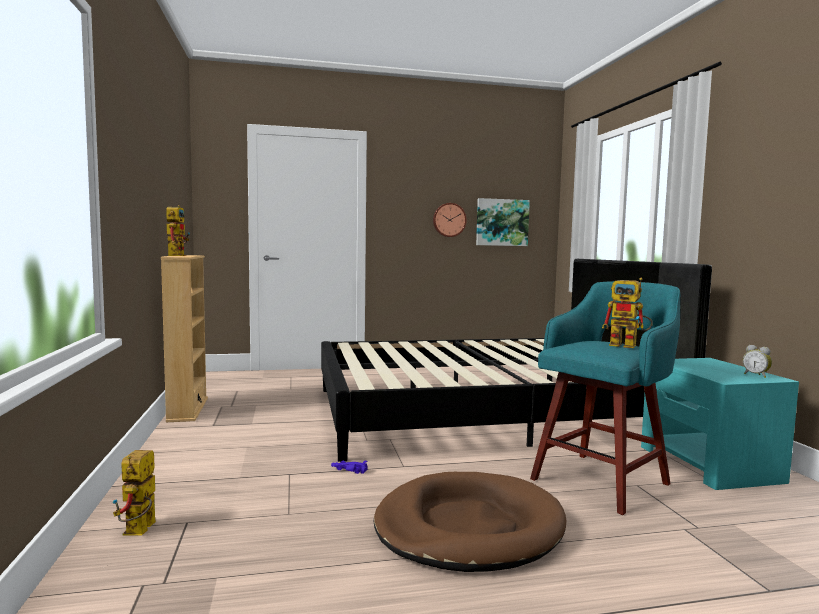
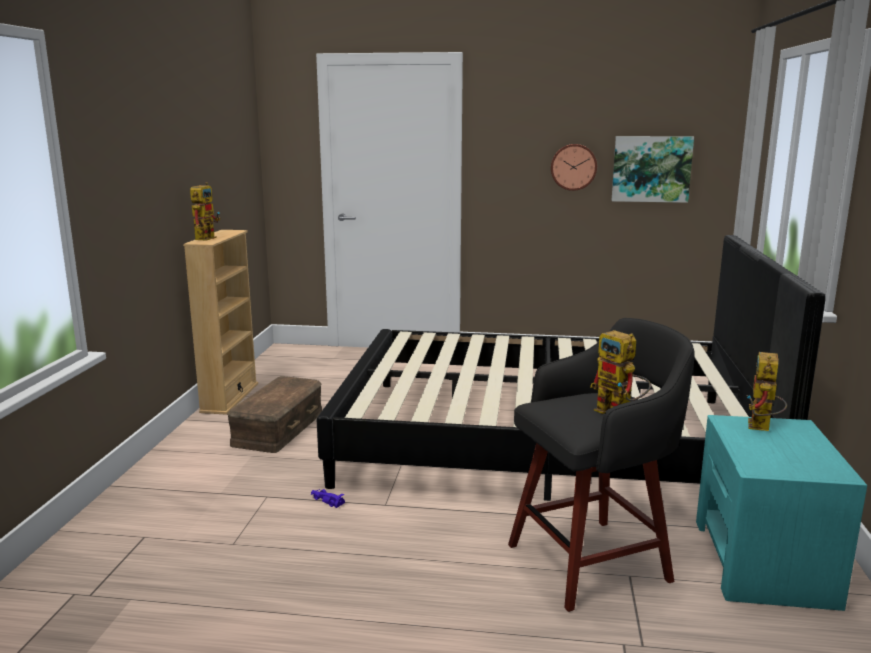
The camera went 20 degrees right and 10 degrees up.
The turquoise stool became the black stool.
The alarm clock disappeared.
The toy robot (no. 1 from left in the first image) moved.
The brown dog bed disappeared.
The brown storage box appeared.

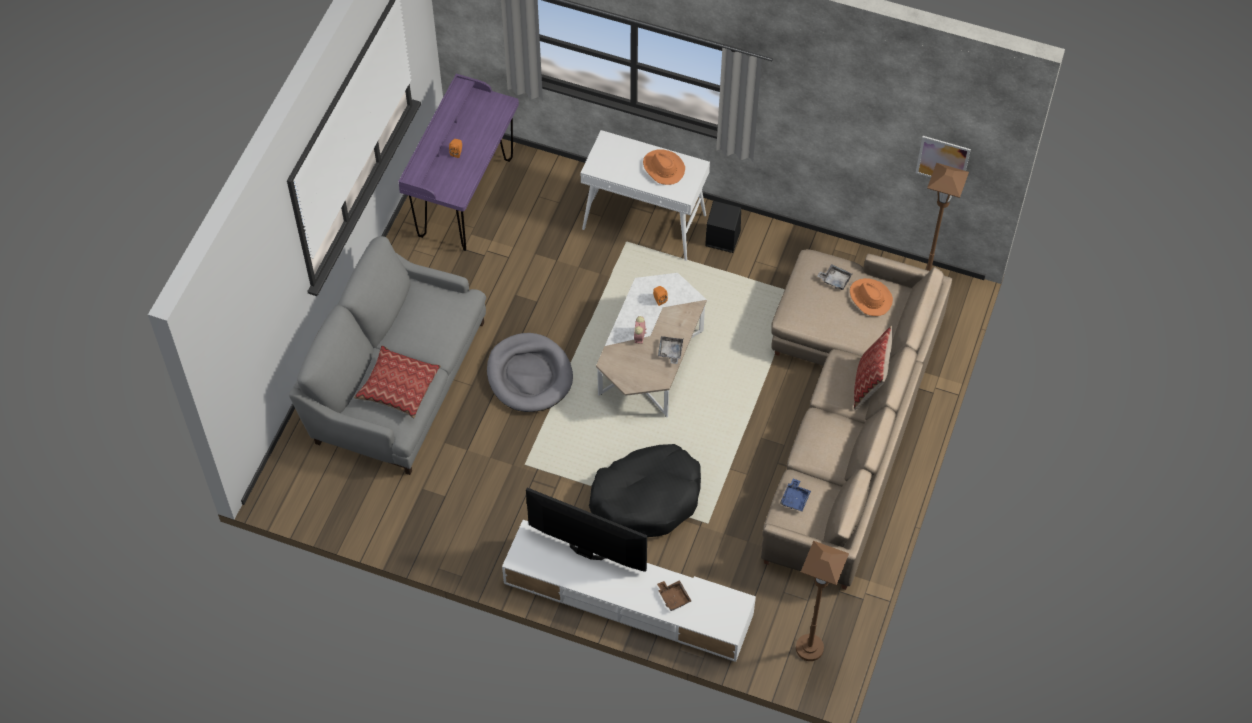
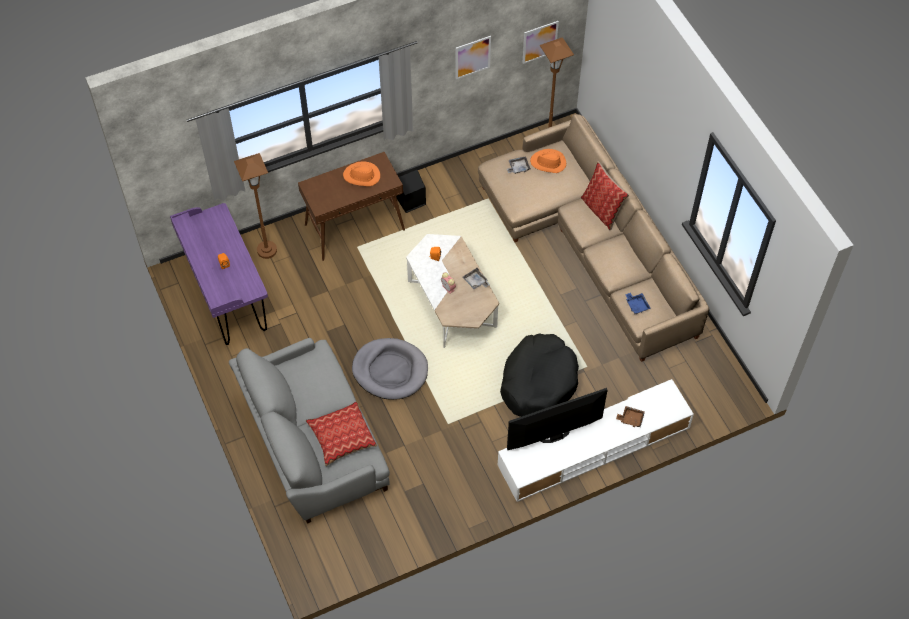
The camera went 45 degrees left and 0 degrees up.
The white console table became the brown console table.
The brown floor lamp (no. 1 from left) moved.
The picture (no. 1 from left) appeared.

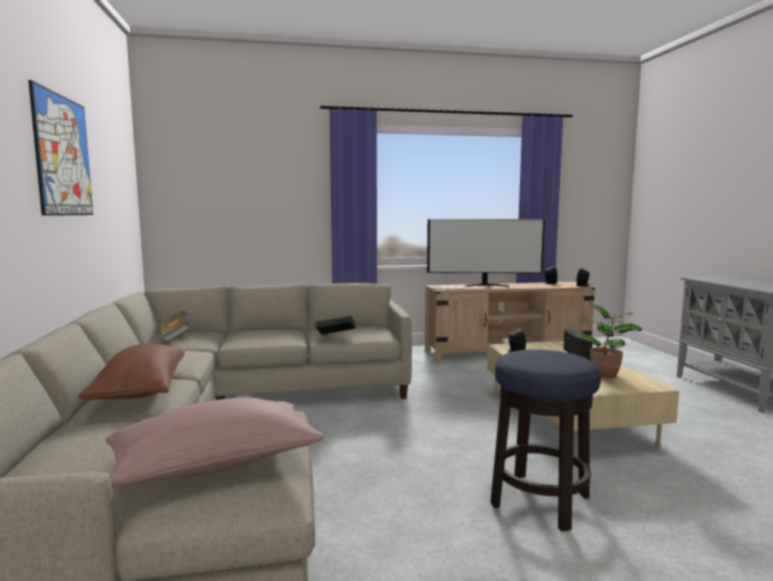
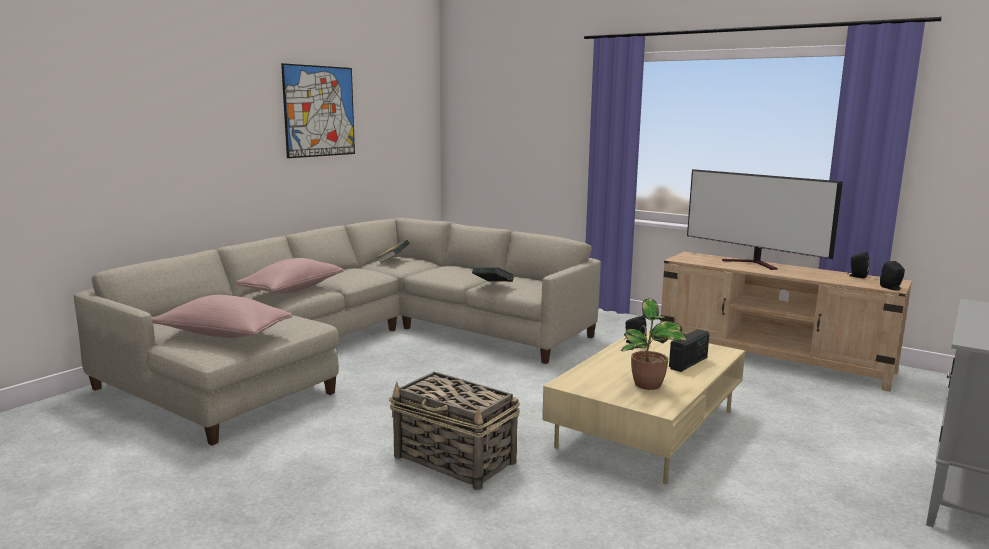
The camera went 45 degrees right and 5 degrees up.
The brown pillow became the pink pillow (no. 2 from left).
The stool was replaced by the basket.

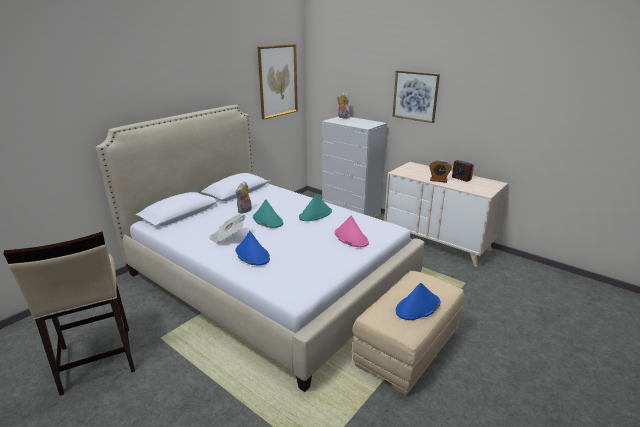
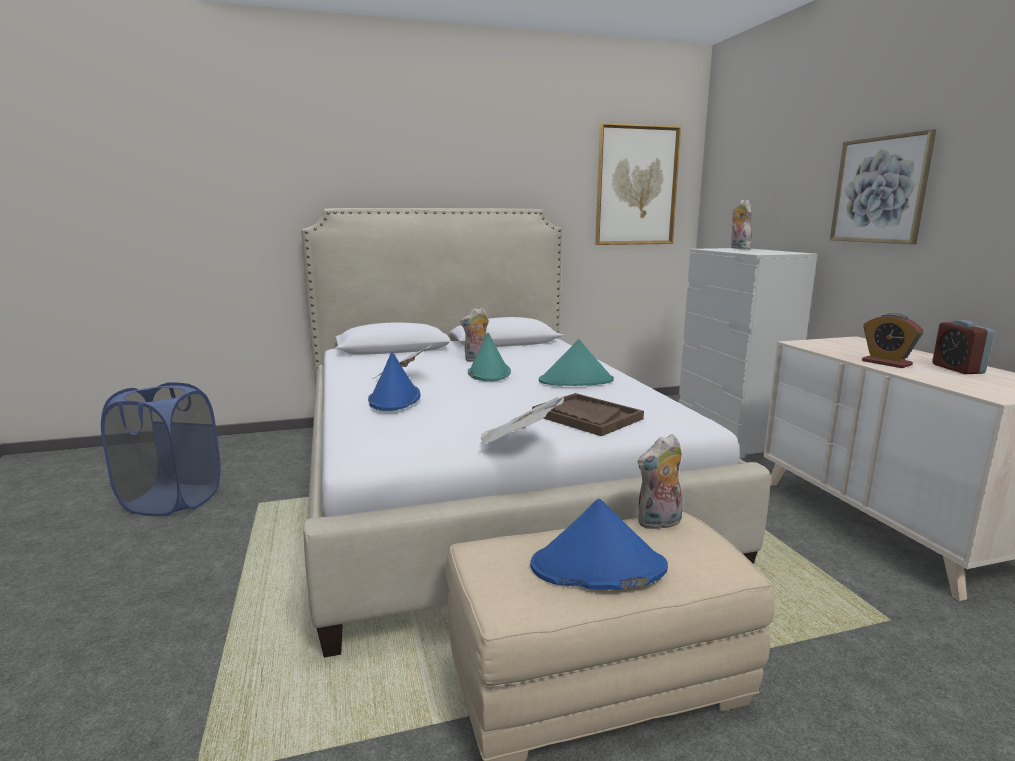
The camera went 35 degrees right and 10 degrees down.
The pink hat was replaced by the brown tray.
The beige stool was replaced by the blue laundry basket.
The newspaper (no. 2 from left) appeared.
The plush toy (no. 2 from left) appeared.

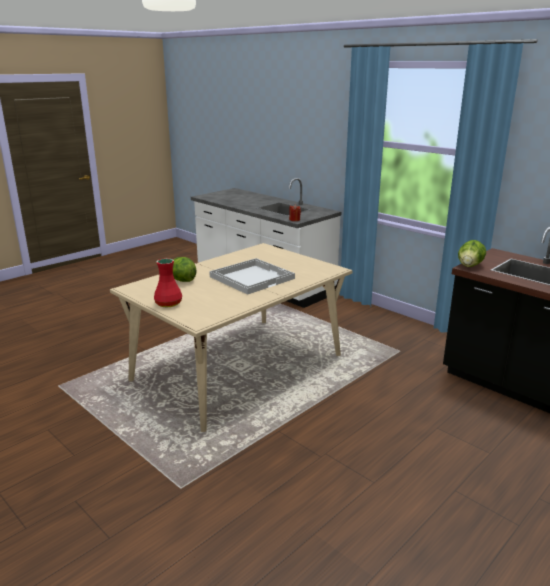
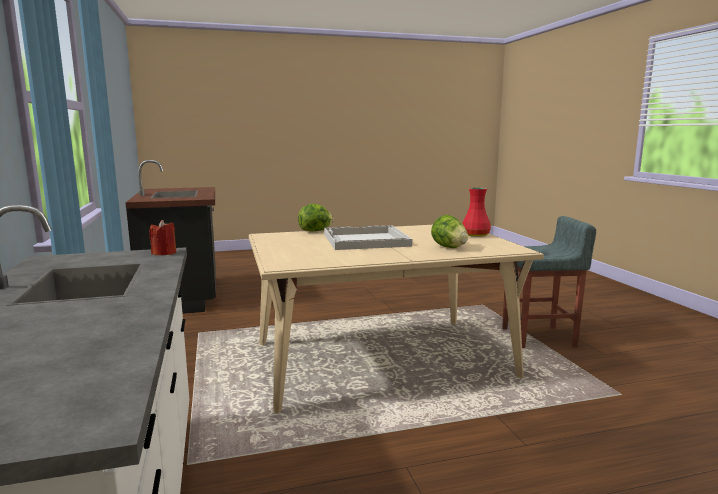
The camera went 150 degrees left and 10 degrees down.
The lettuce (no. 2 from left in the first image) moved.
The grey stool appeared.

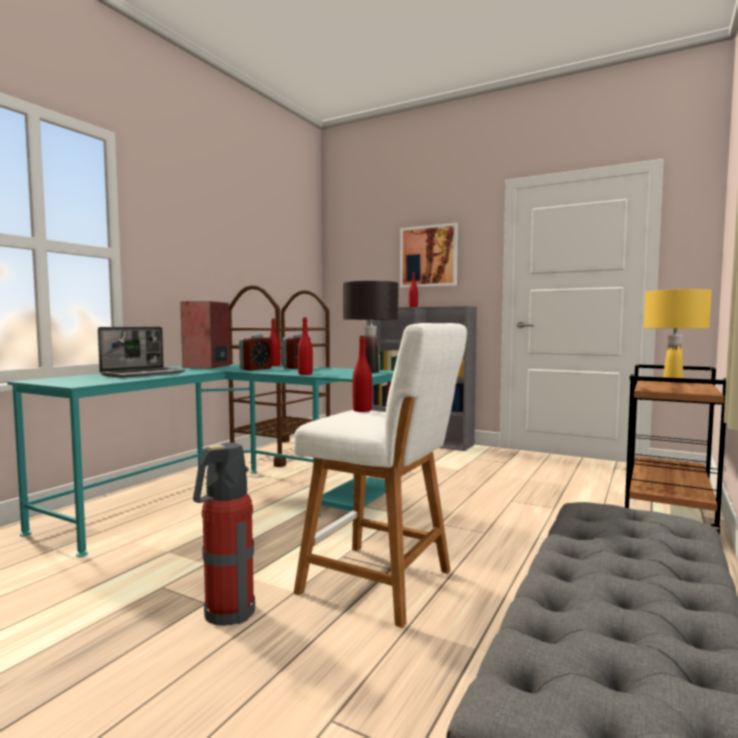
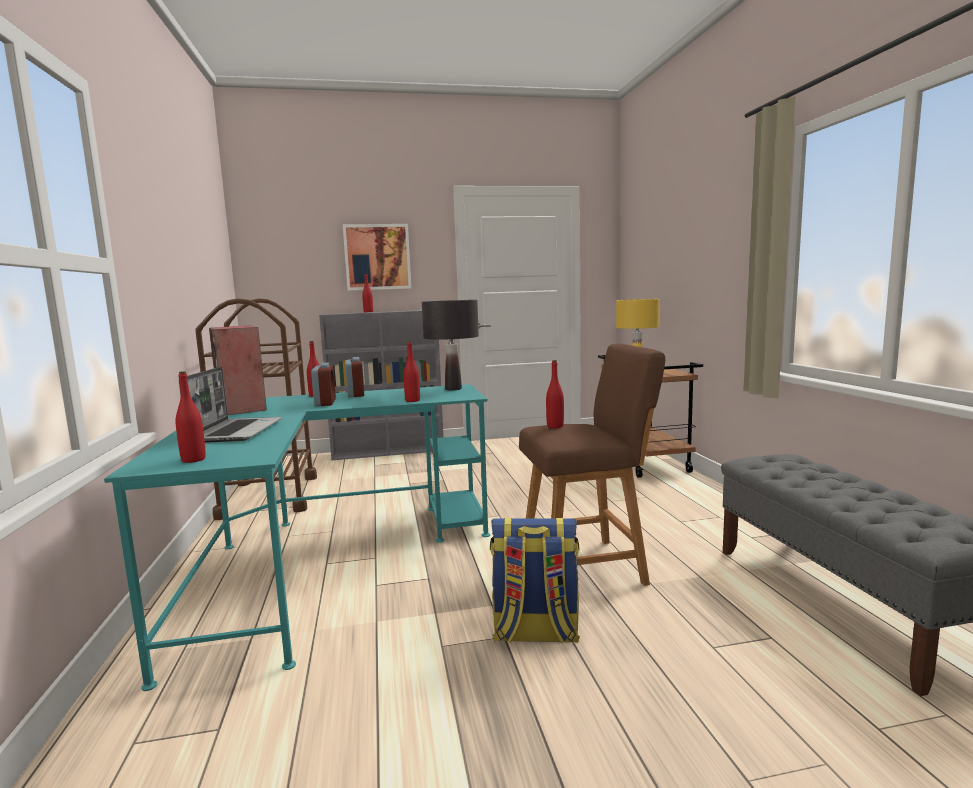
The camera went 40 degrees left and 5 degrees up.
The white stool became the brown stool.
The fire extinguisher was replaced by the backpack.
The red bottle (no. 1 from left) appeared.

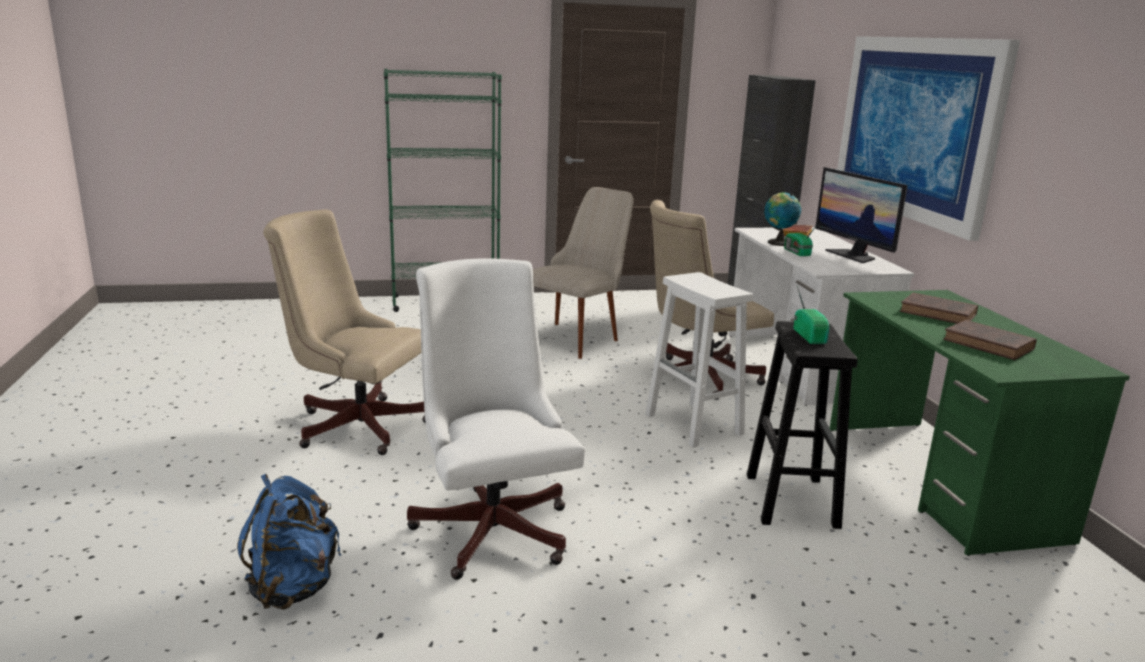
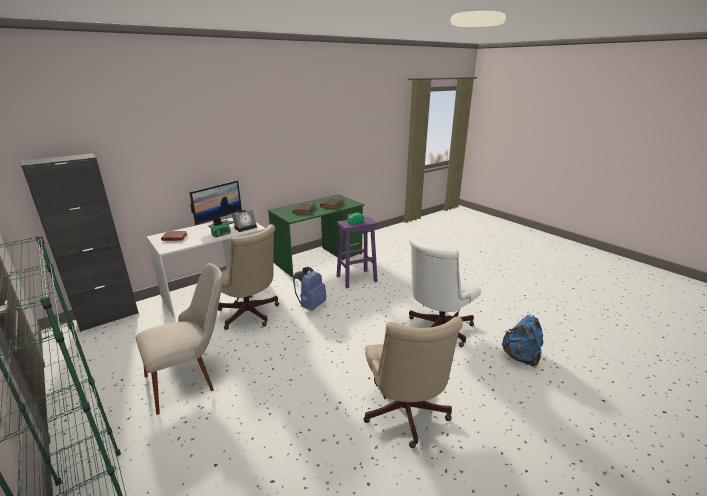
The camera went 115 degrees left and 5 degrees up.
The picture disappeared.
The beige chair turned 135 degrees clockwise.
The globe disappeared.
The white stool was replaced by the blue backpack (no. 1 from left).
The black stool became the purple stool.
The alarm clock appeared.

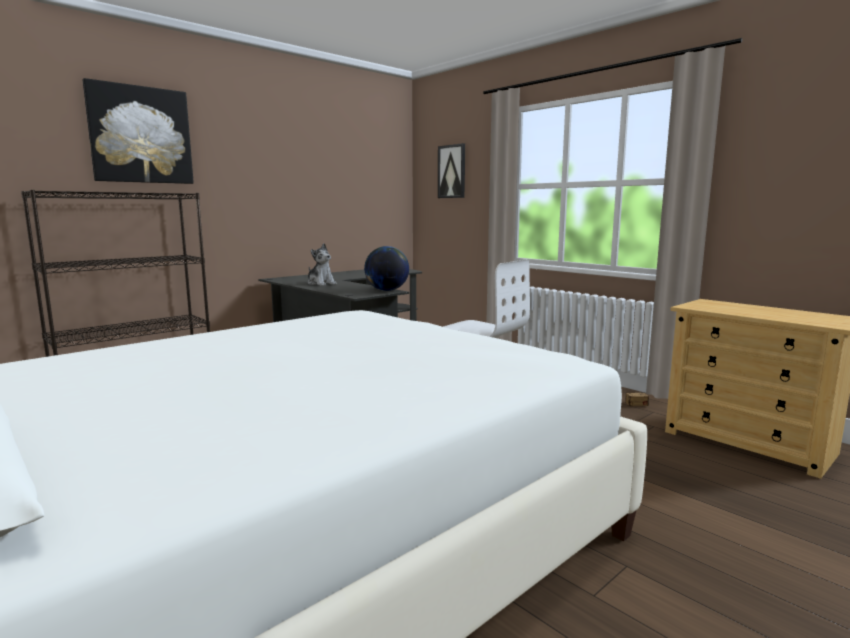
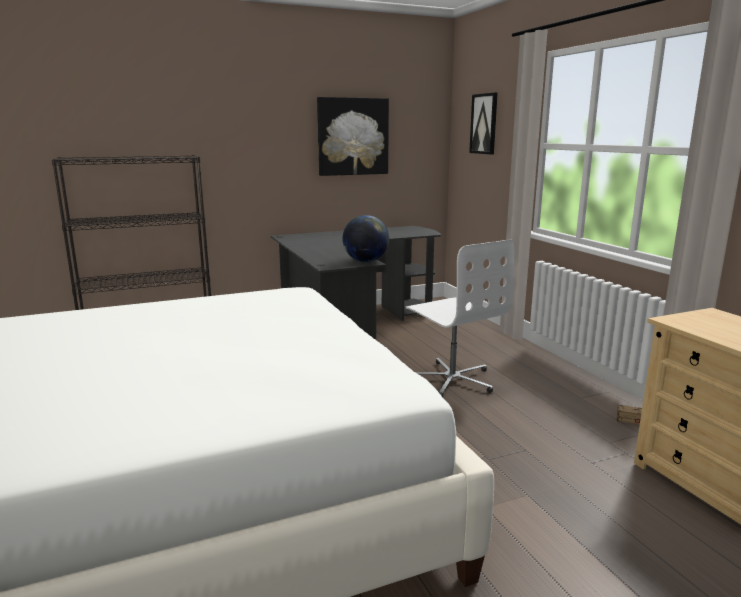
The camera went 20 degrees right and 5 degrees up.
The picture (no. 1 from left) moved.
The plush toy disappeared.

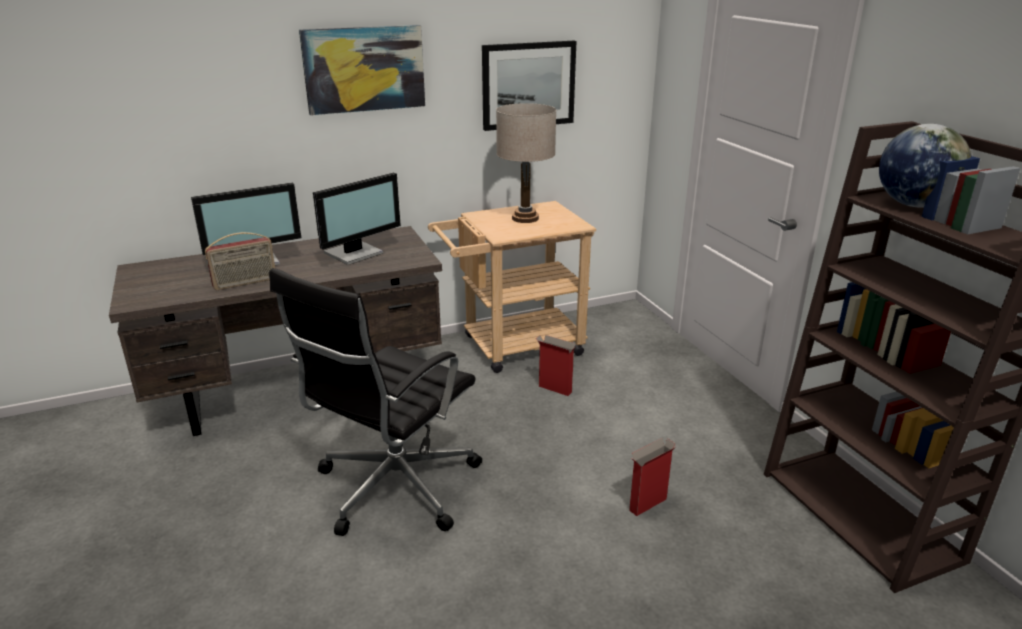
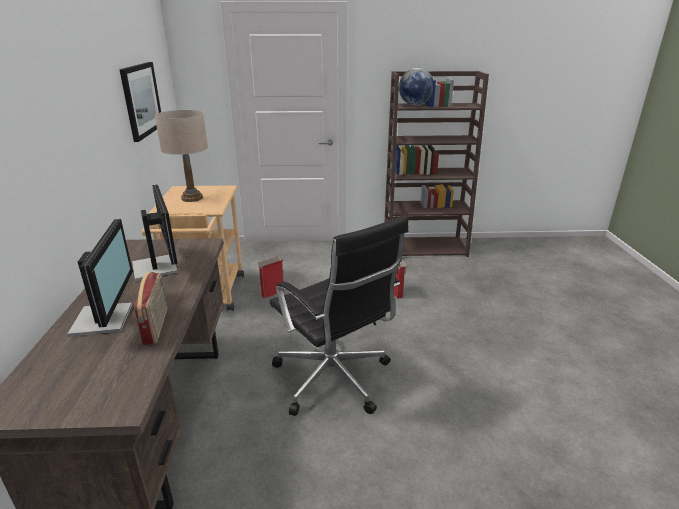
The camera went 70 degrees left and 0 degrees up.
The picture (no. 1 from left) disappeared.

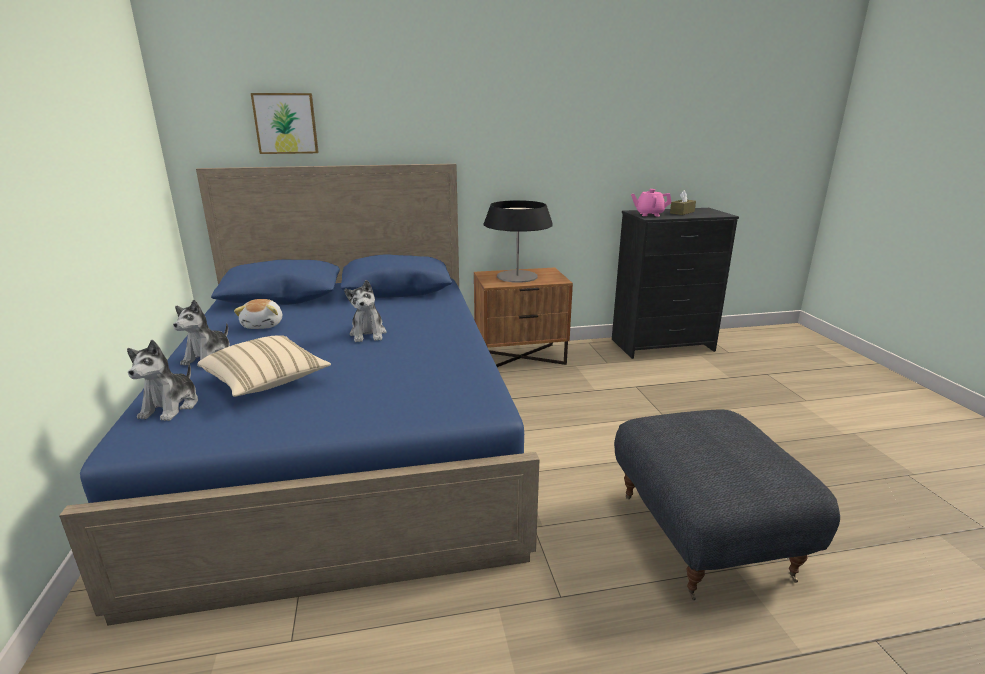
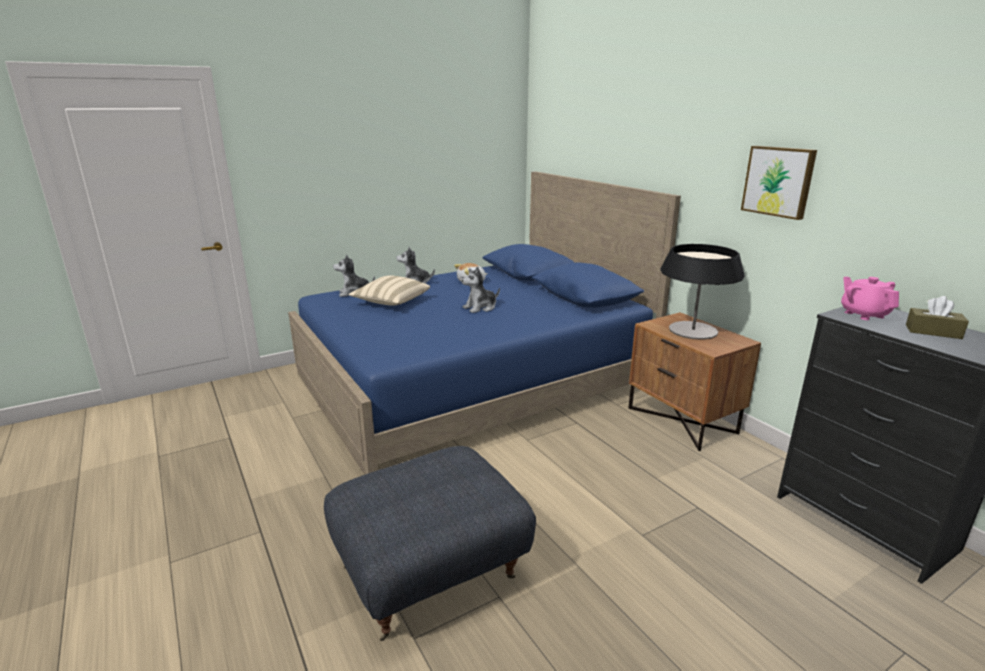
The camera went 70 degrees right and 0 degrees up.
The picture moved.

